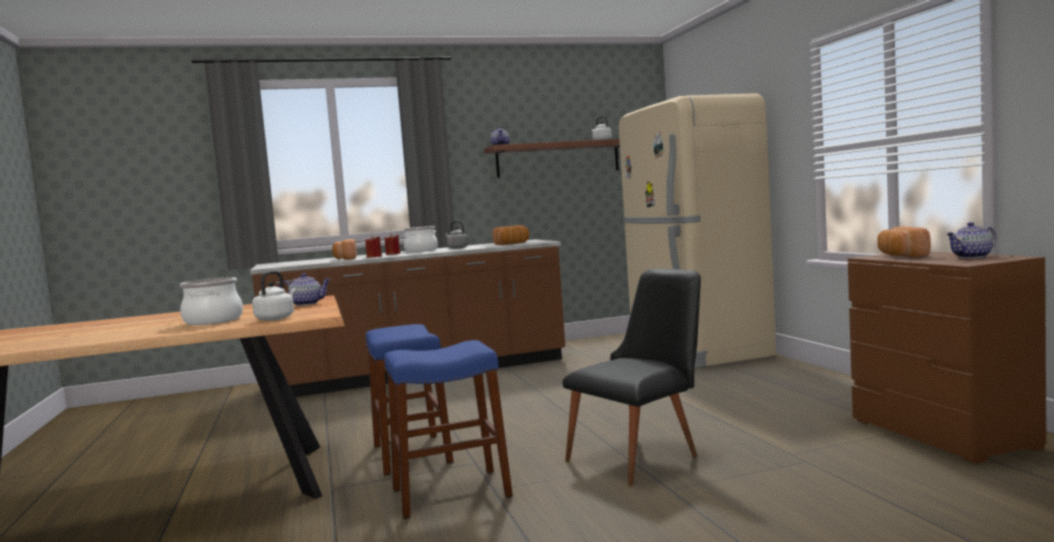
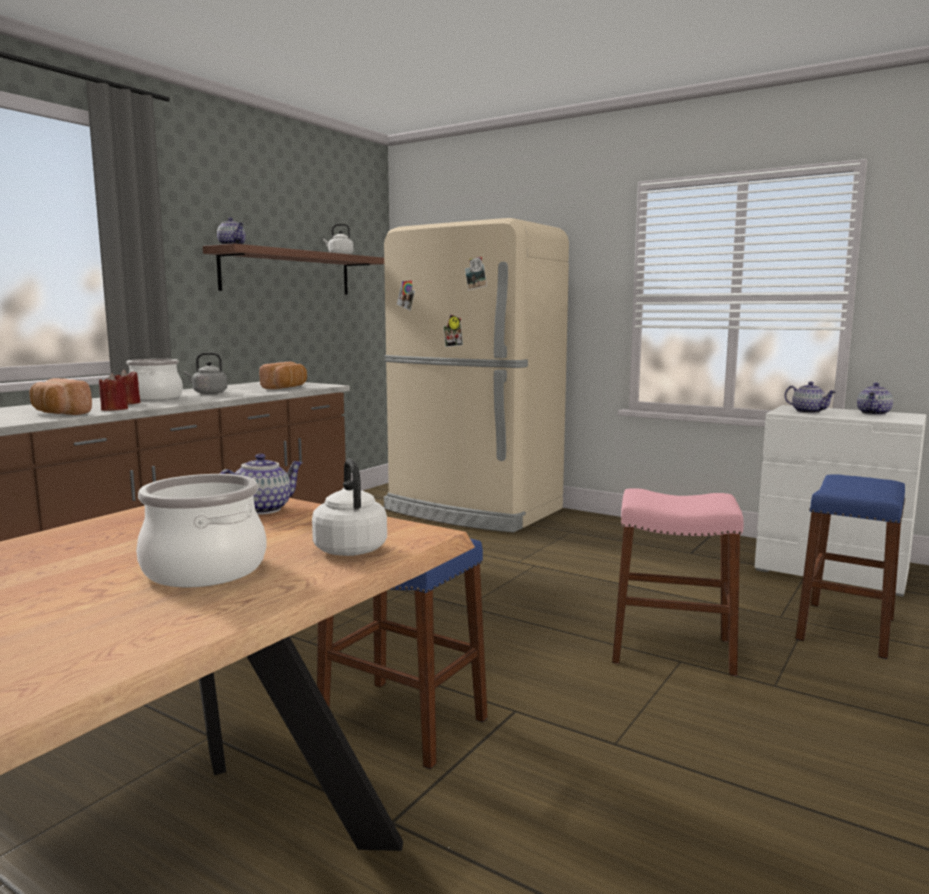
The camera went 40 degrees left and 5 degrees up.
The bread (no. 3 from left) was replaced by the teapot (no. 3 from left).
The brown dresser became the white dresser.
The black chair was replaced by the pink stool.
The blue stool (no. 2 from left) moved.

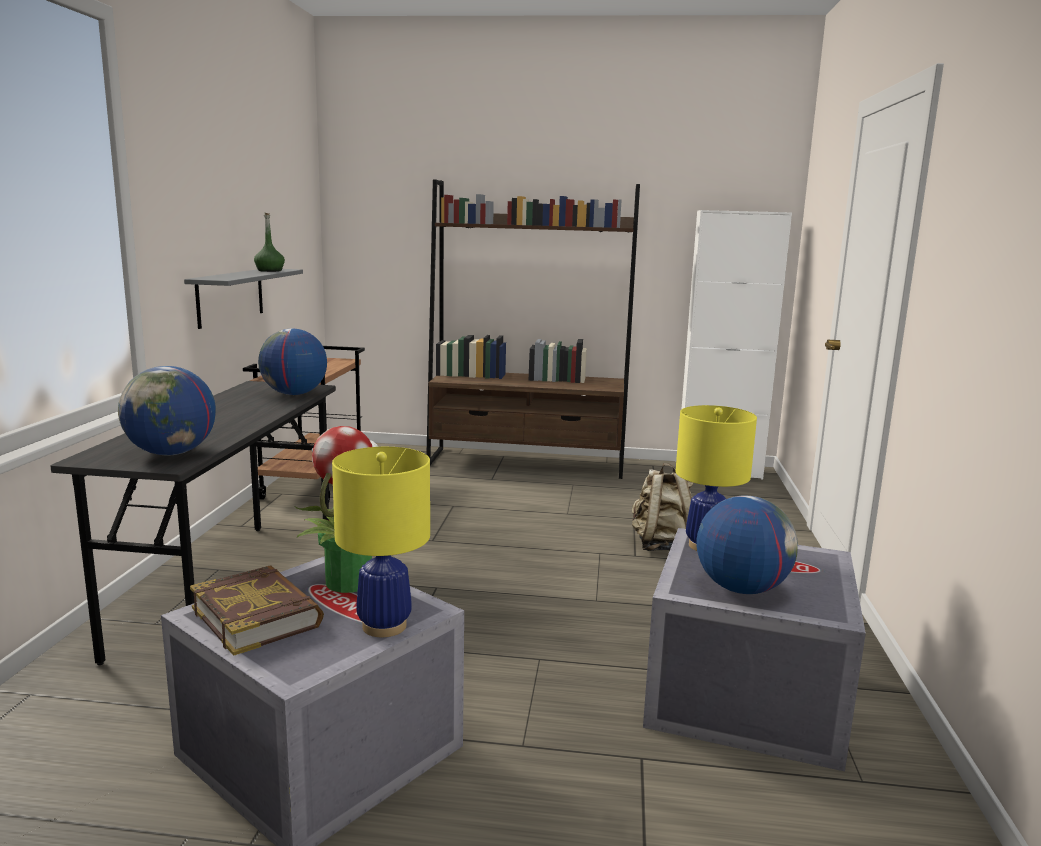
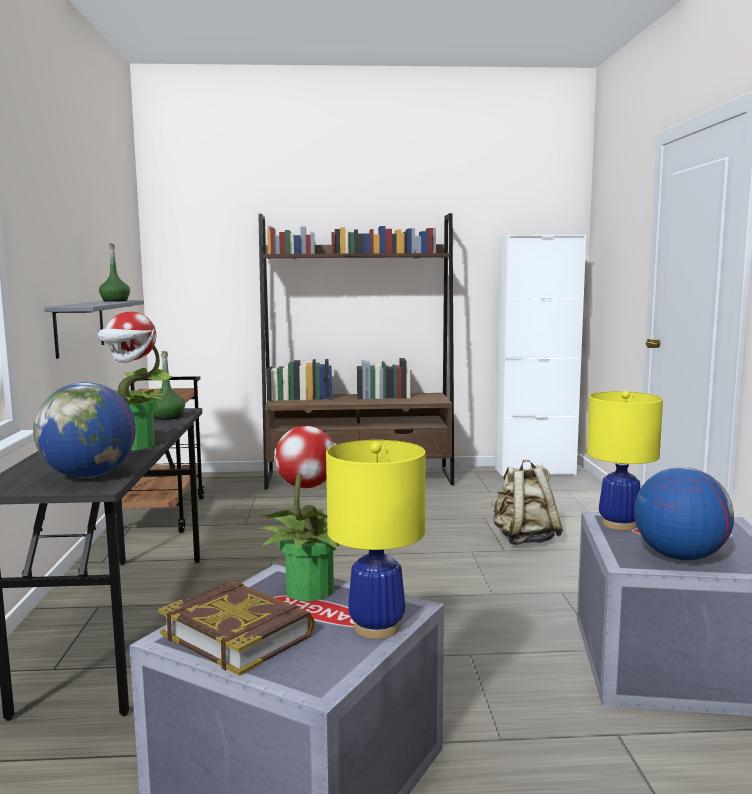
The camera went 10 degrees left and 5 degrees down.
The globe (no. 2 from left) was replaced by the green bottle (no. 2 from left).
The potted plant (no. 1 from left) appeared.

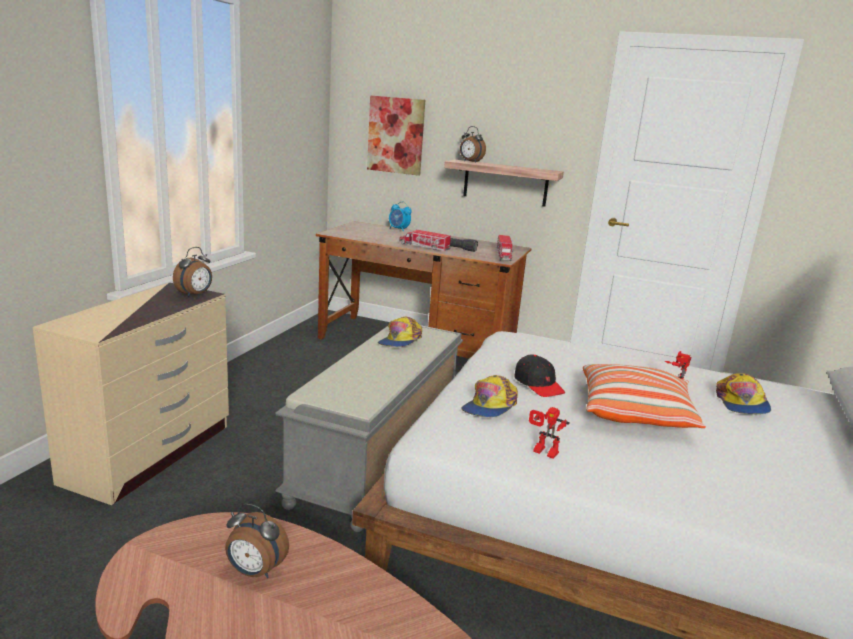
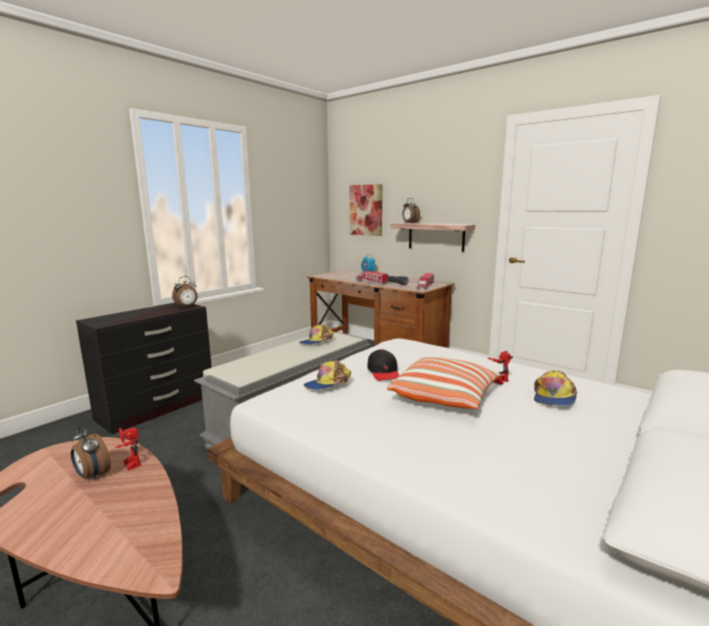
The camera went 20 degrees right and 5 degrees down.
The beige dresser became the black dresser.
The toy robot (no. 1 from left) moved.

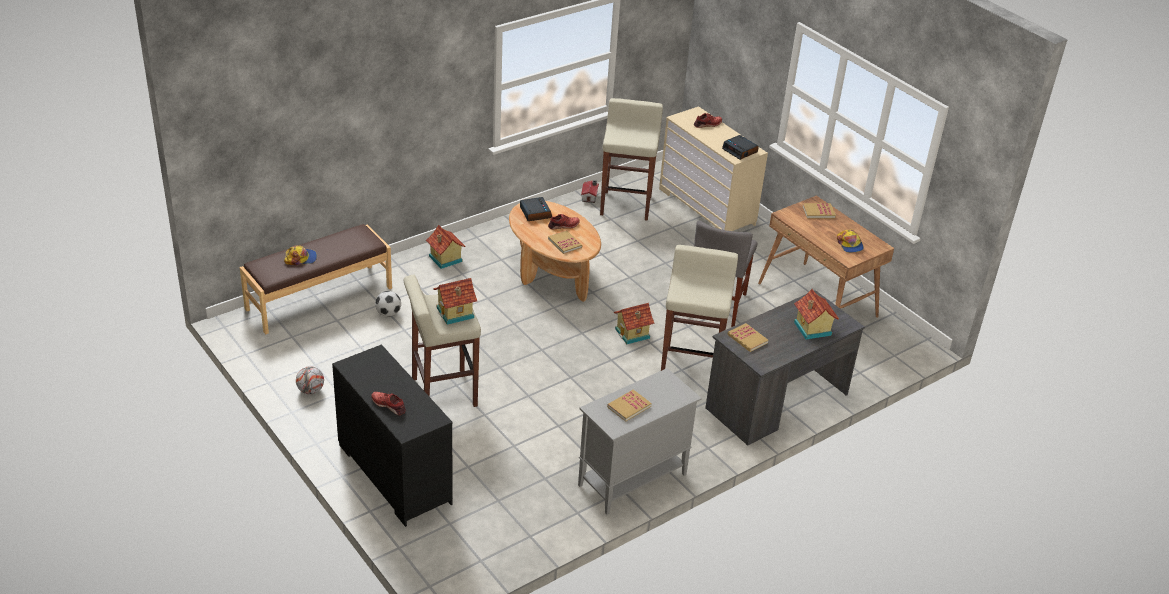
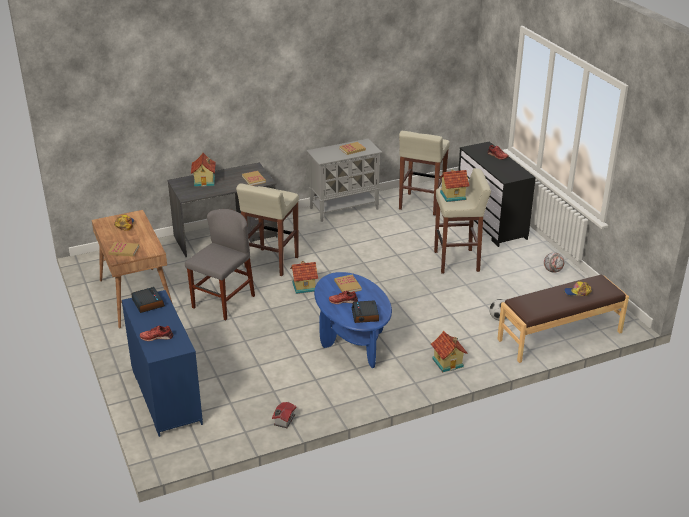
The camera went 165 degrees left and 5 degrees down.
The beige stool (no. 2 from left) moved.
The beige dresser became the blue dresser.
The brown coffee table became the blue coffee table.

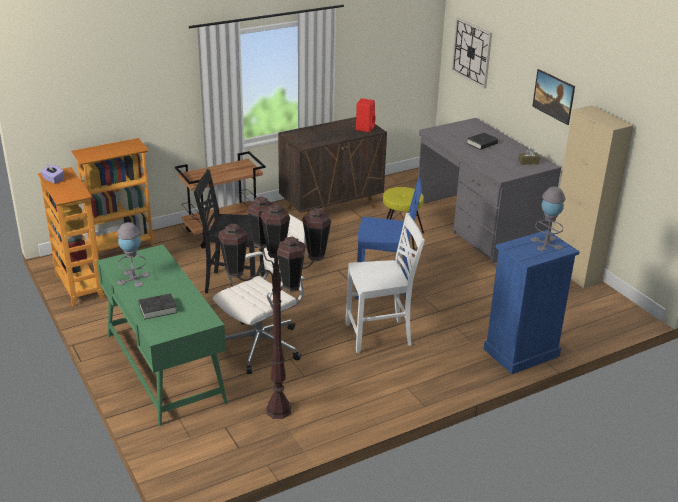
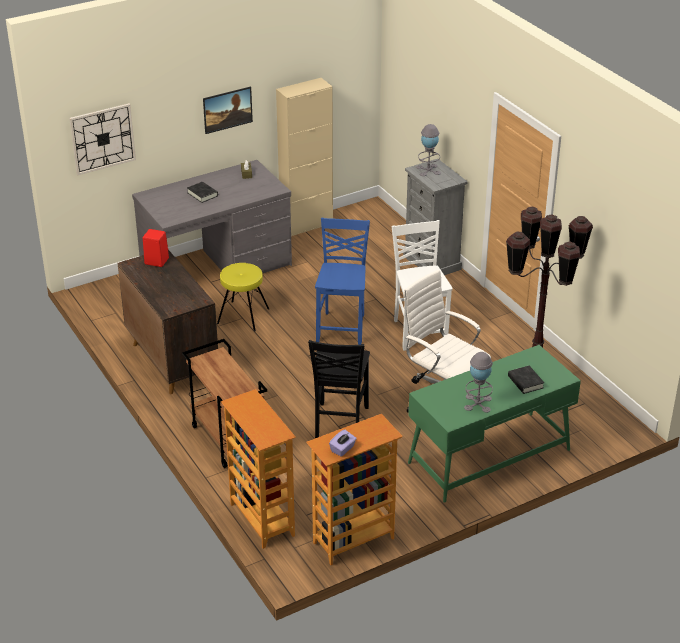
The camera went 90 degrees left and 5 degrees up.
The blue dresser became the grey dresser.

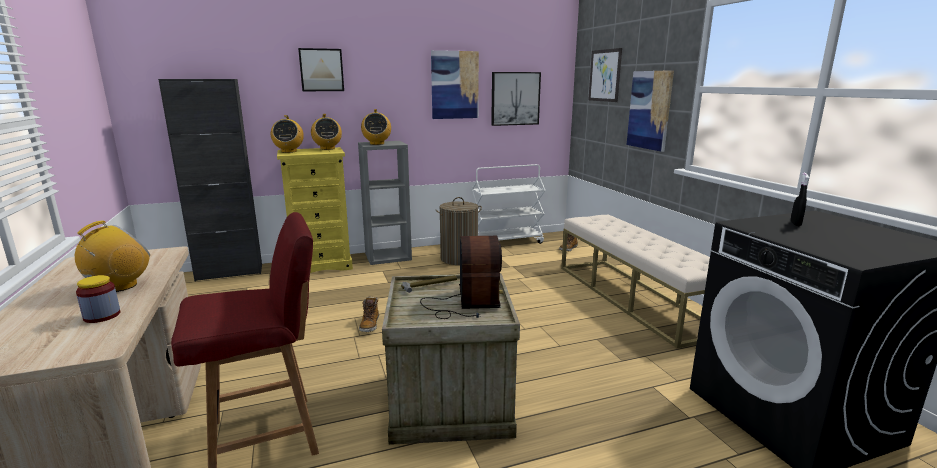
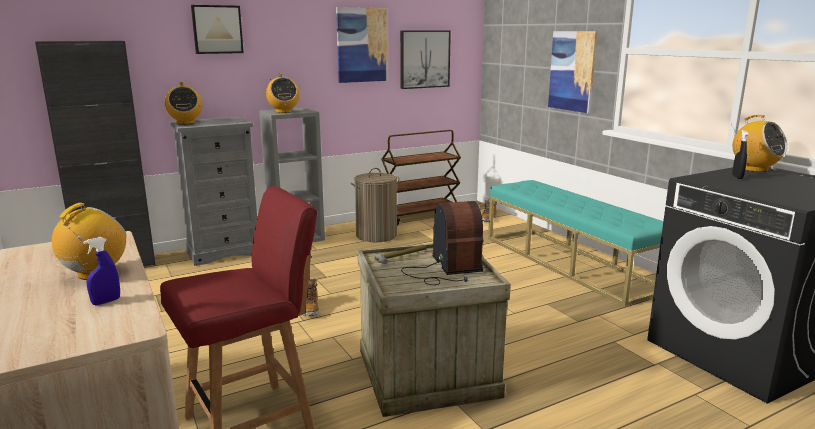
The camera went 10 degrees left and 0 degrees up.
The picture (no. 4 from left) disappeared.
The radio (no. 3 from left in the first image) moved.
The yellow dresser became the grey dresser.
The white cart became the brown cart.
The beige bench became the turquoise bench.
The jar was replaced by the blue spray bottle.

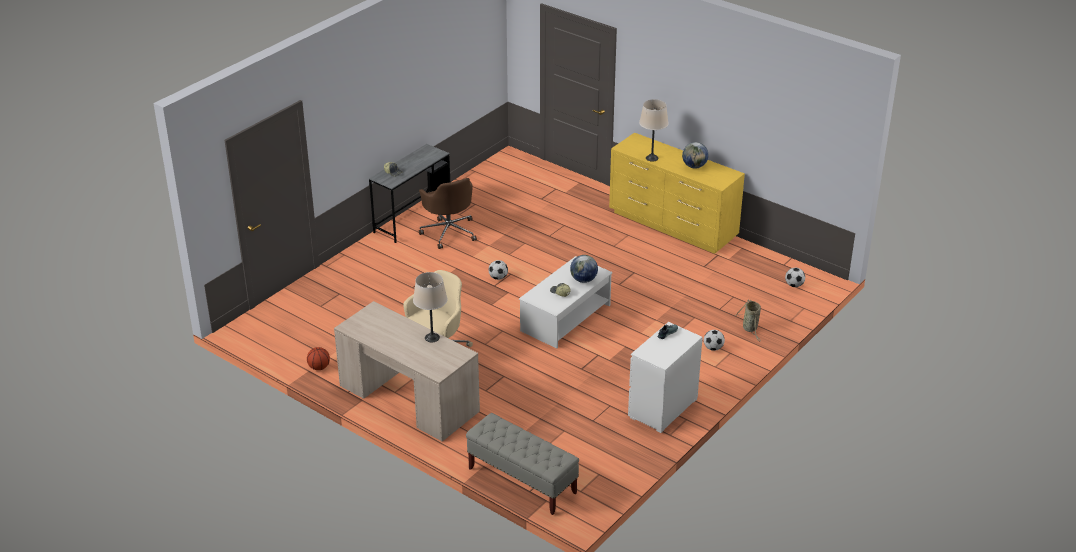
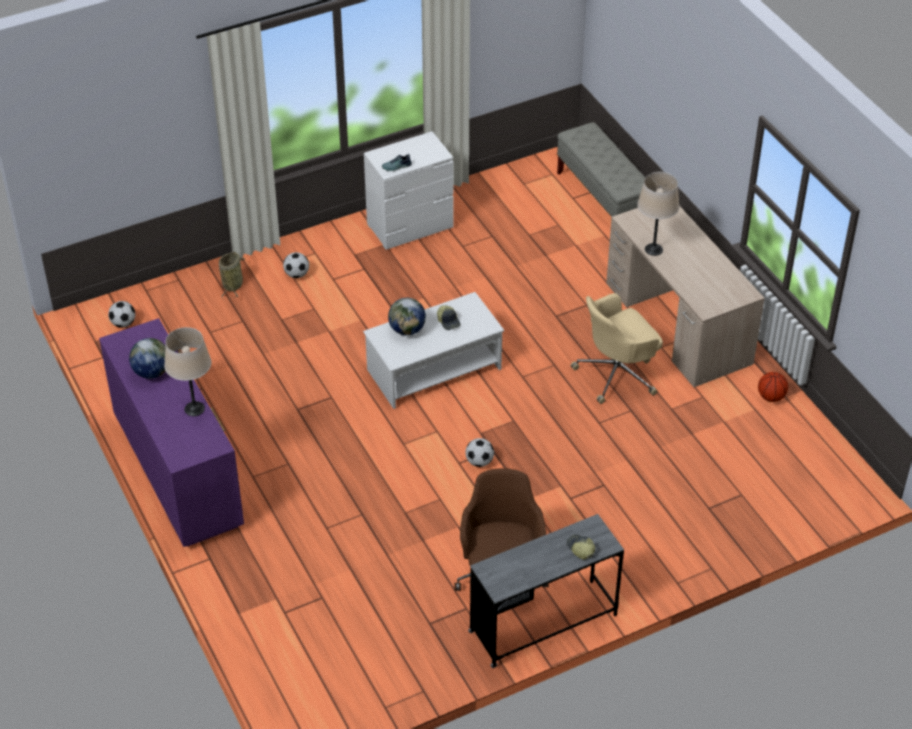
The camera went 155 degrees left and 10 degrees up.
The yellow dresser became the purple dresser.

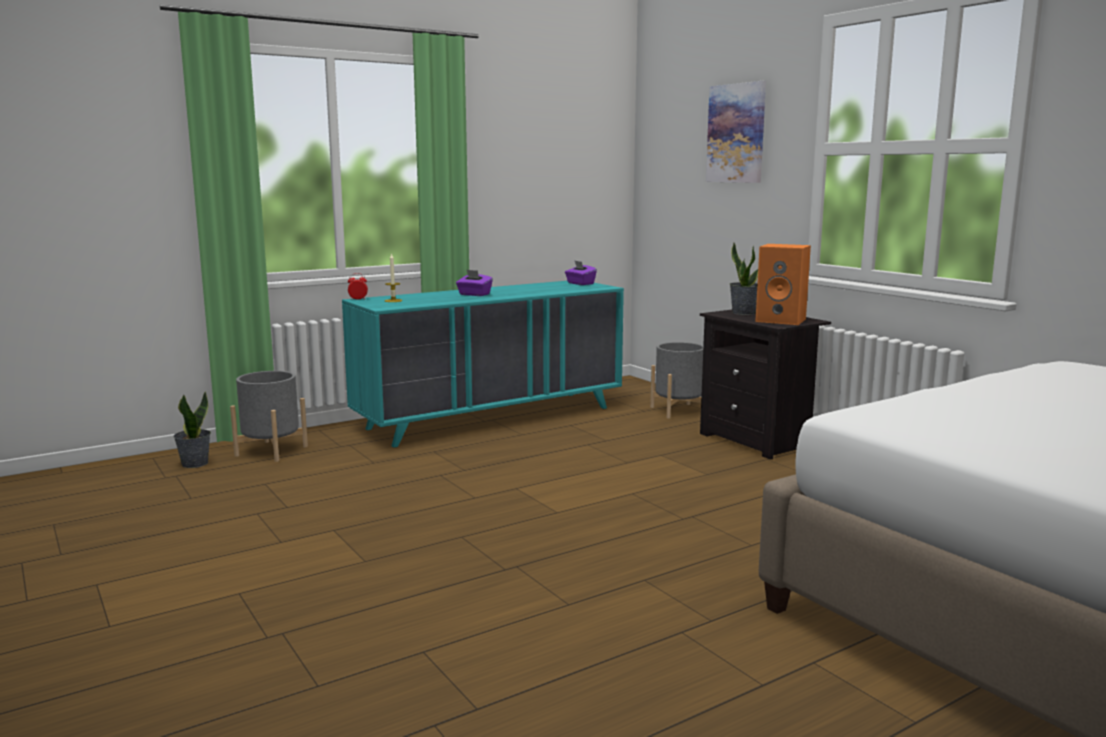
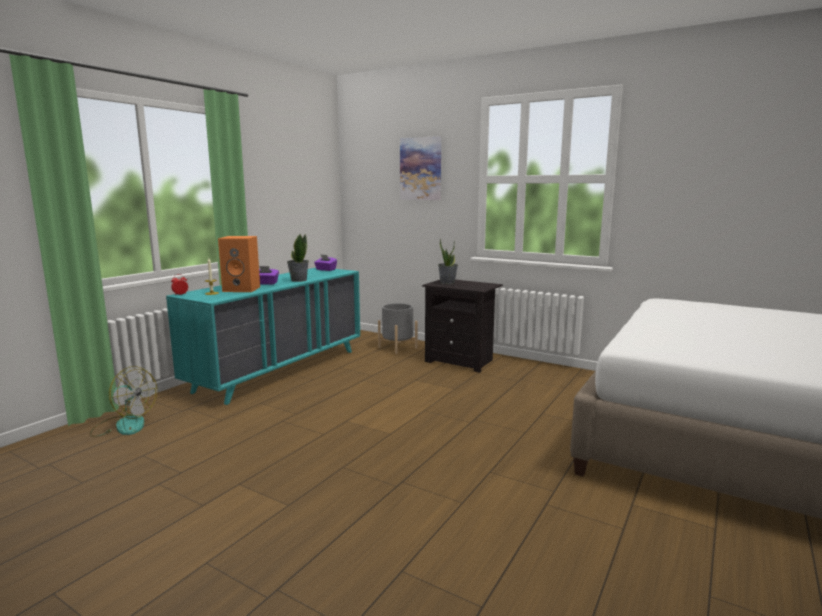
The camera went 25 degrees left and 0 degrees up.
The orange speaker moved.
The grey planter (no. 1 from left) was replaced by the fan.
The potted plant (no. 1 from left) moved.

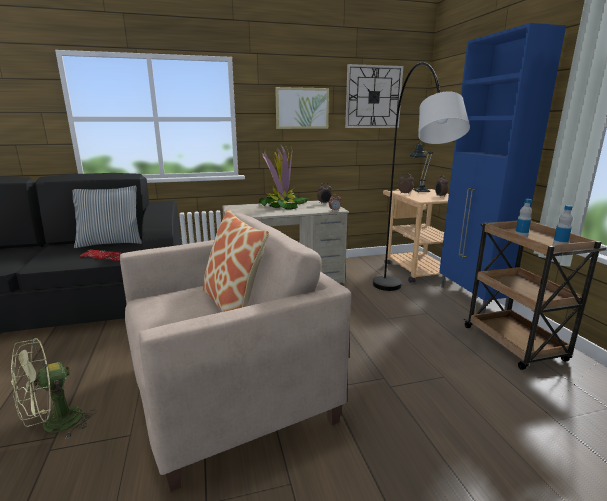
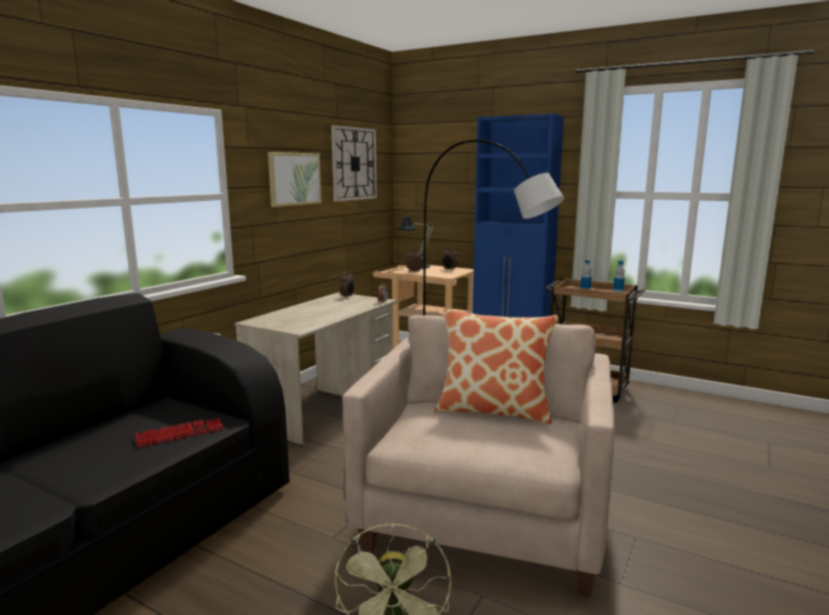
The camera went 45 degrees left and 5 degrees down.
The potted plant disappeared.
The pillow (no. 1 from left) disappeared.

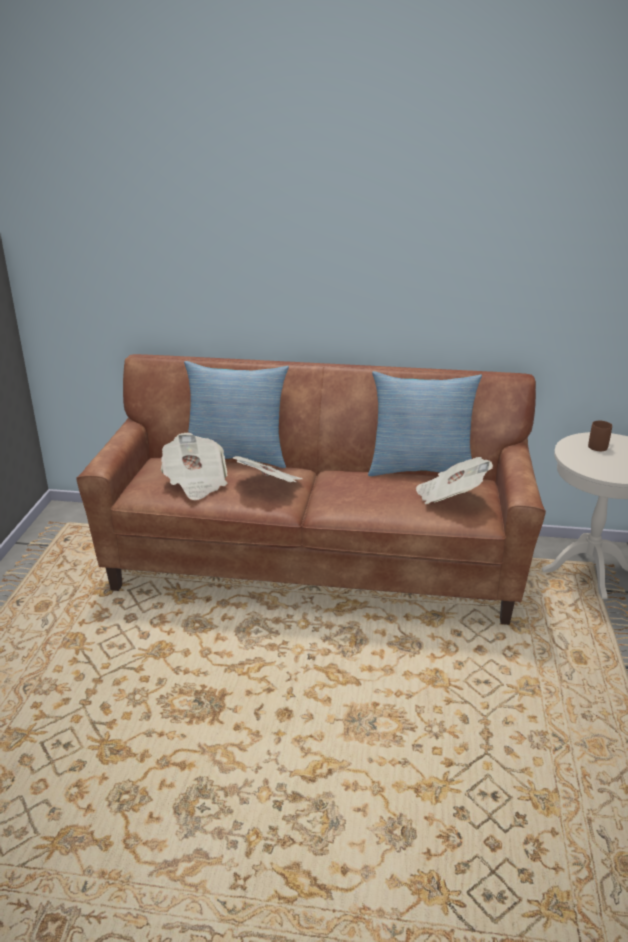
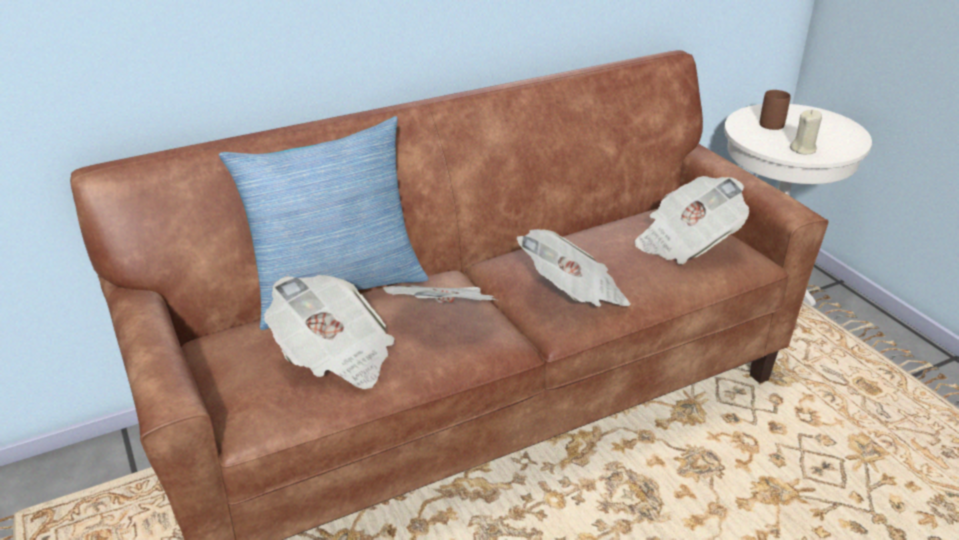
The camera went 35 degrees left and 5 degrees up.
The pillow (no. 2 from left) disappeared.
The beige candle appeared.
The newspaper (no. 3 from left) appeared.

